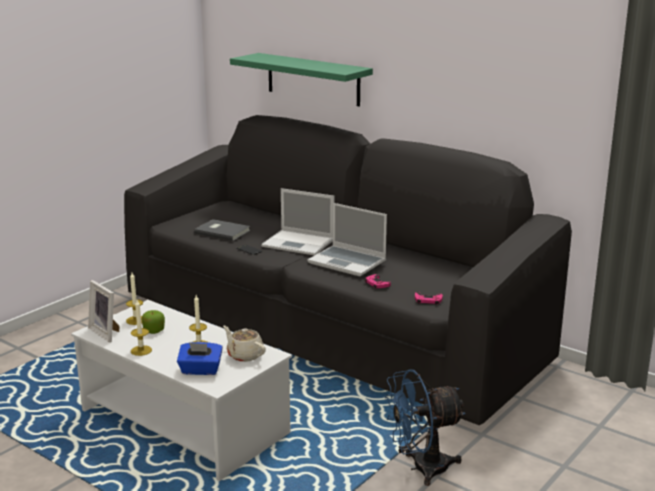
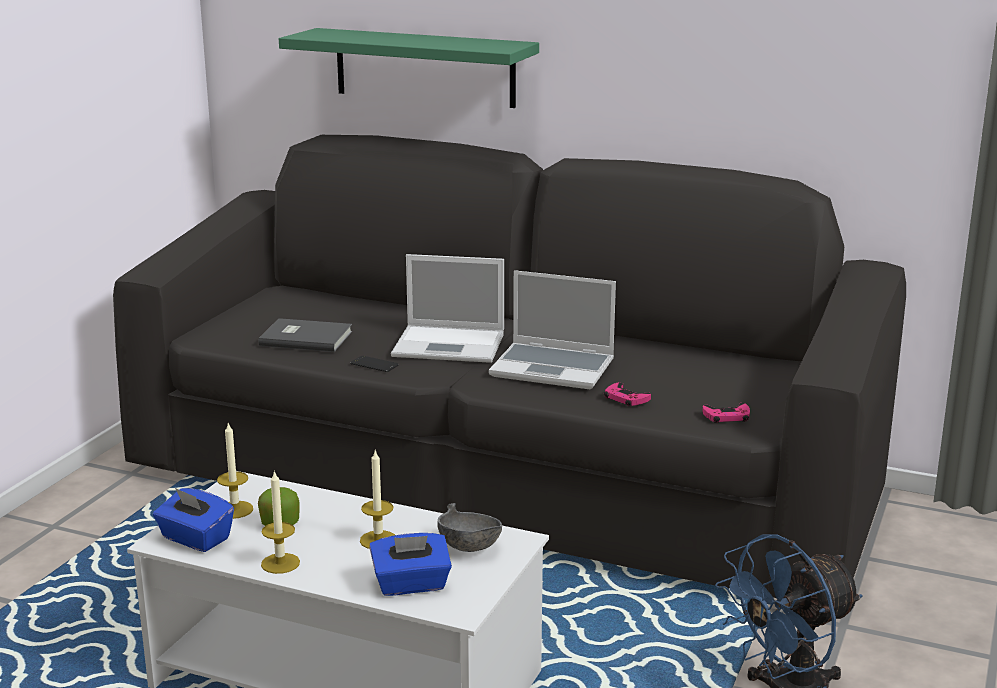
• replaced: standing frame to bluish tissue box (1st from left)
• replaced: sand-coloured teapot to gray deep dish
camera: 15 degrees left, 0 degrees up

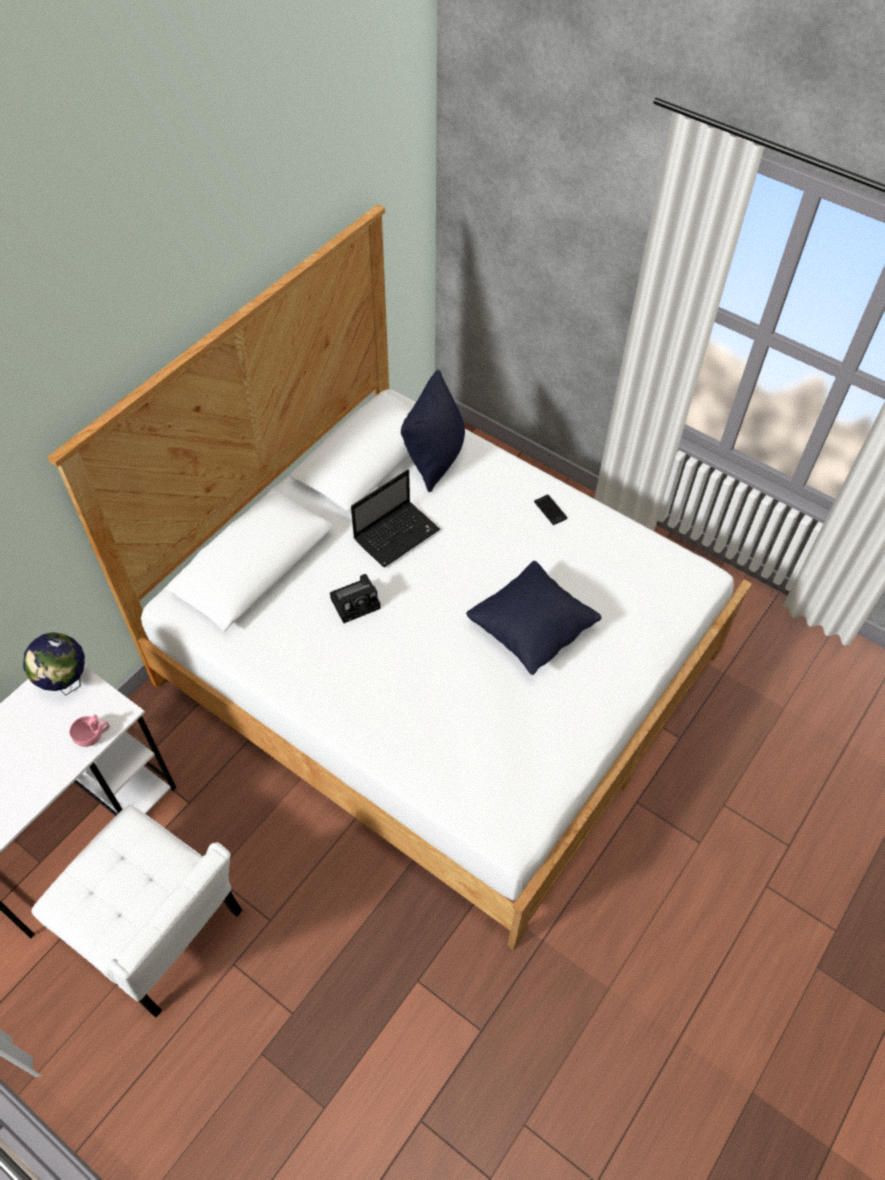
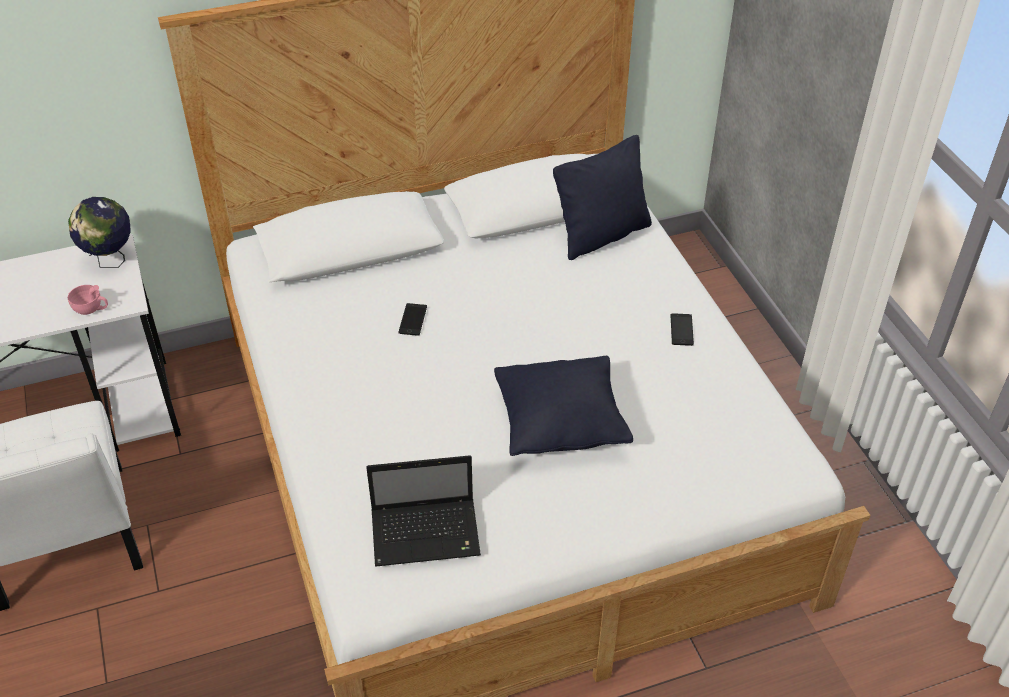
• replaced: still camera to telephone (1st from left)
• moved: notebook computer
camera: 35 degrees right, 10 degrees down

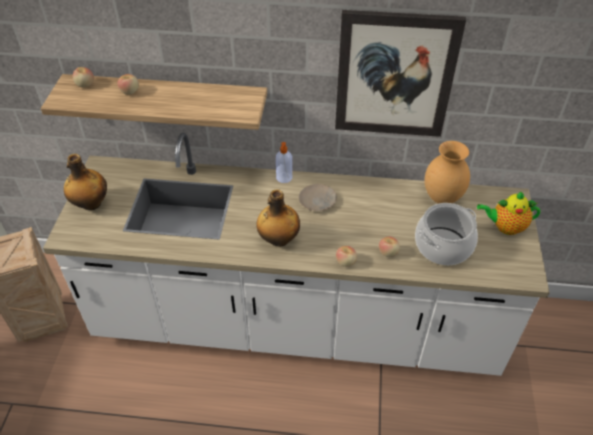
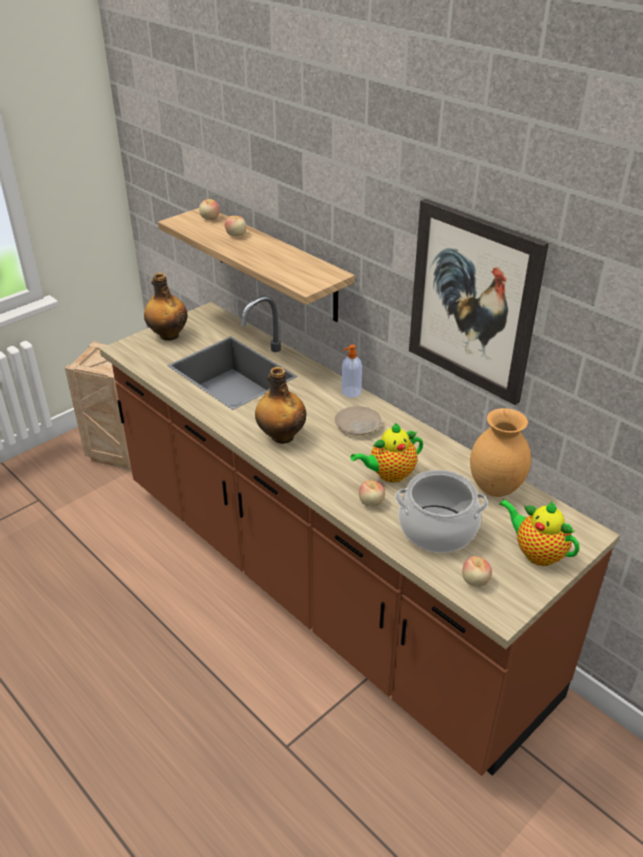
• recoloured: white-coloured kitchen base unit to brownish kitchen base unit
• moved: whole apple (3rd from left in the first image) to whole apple (4th from left)
• added: teapot (1st from left)
camera: 40 degrees right, 10 degrees down

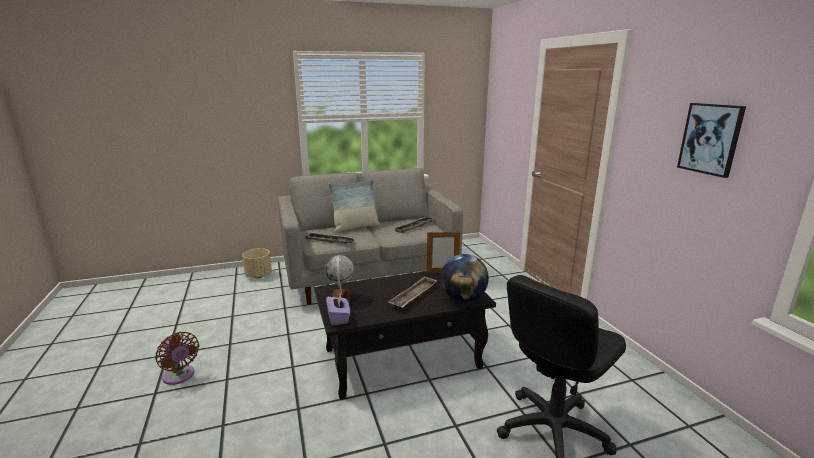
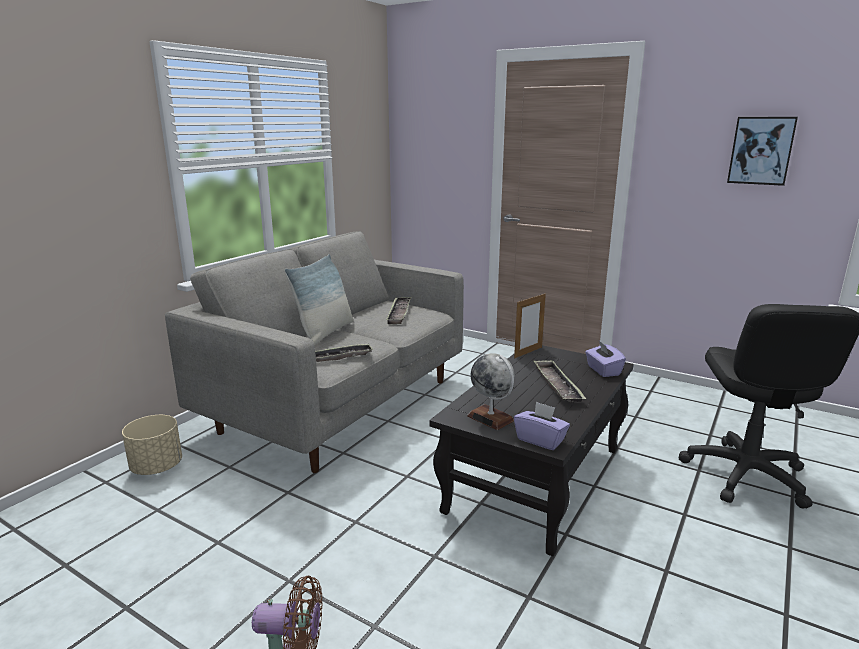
• replaced: globe (2nd from left) to purple tissue box (2nd from left)
camera: 40 degrees left, 0 degrees up

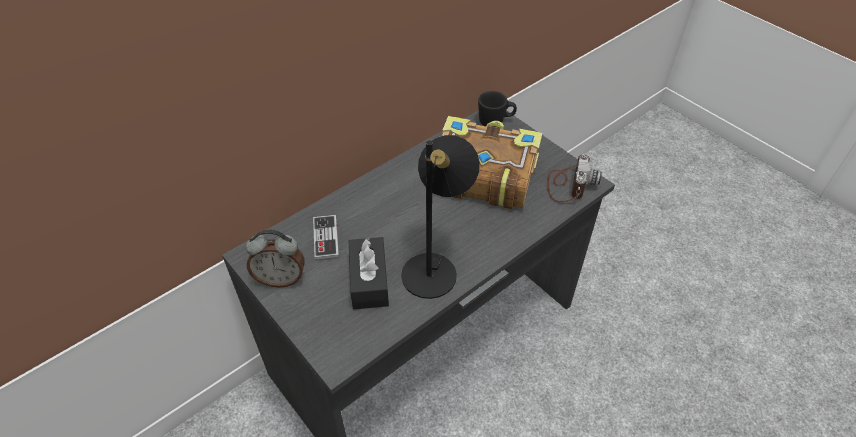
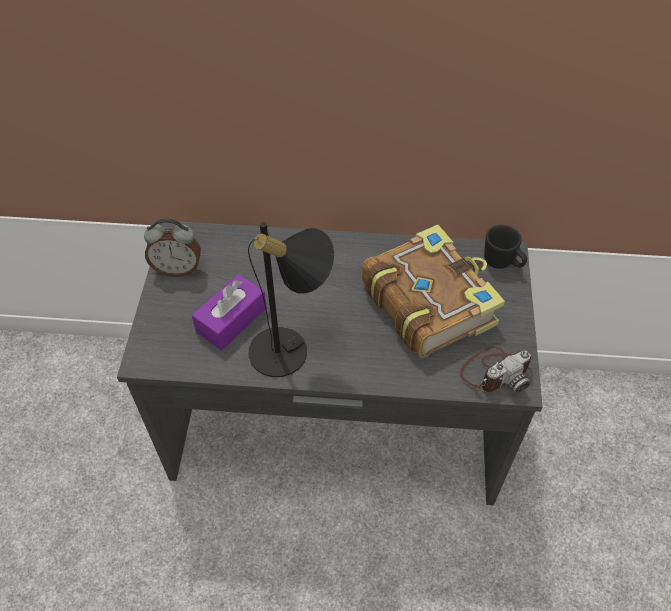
• turned: alarm clock 45 degrees counterclockwise
• removed: joypad
• recoloured: black tissue box to purple tissue box
camera: 45 degrees right, 5 degrees up

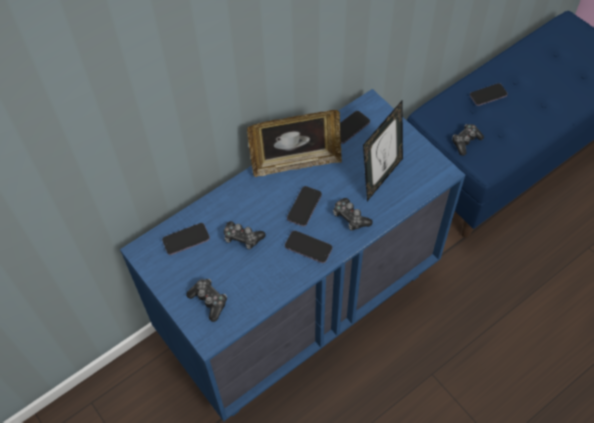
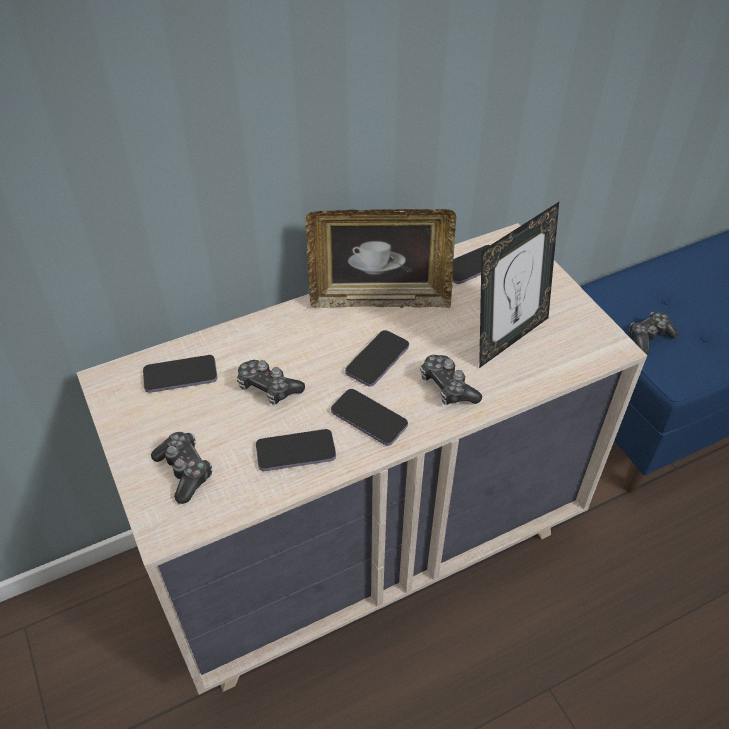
• recoloured: bluish drawer chest to sand-coloured drawer chest
• moved: telephone (5th from left in the first image) to telephone (2nd from left)
camera: 10 degrees right, 10 degrees down

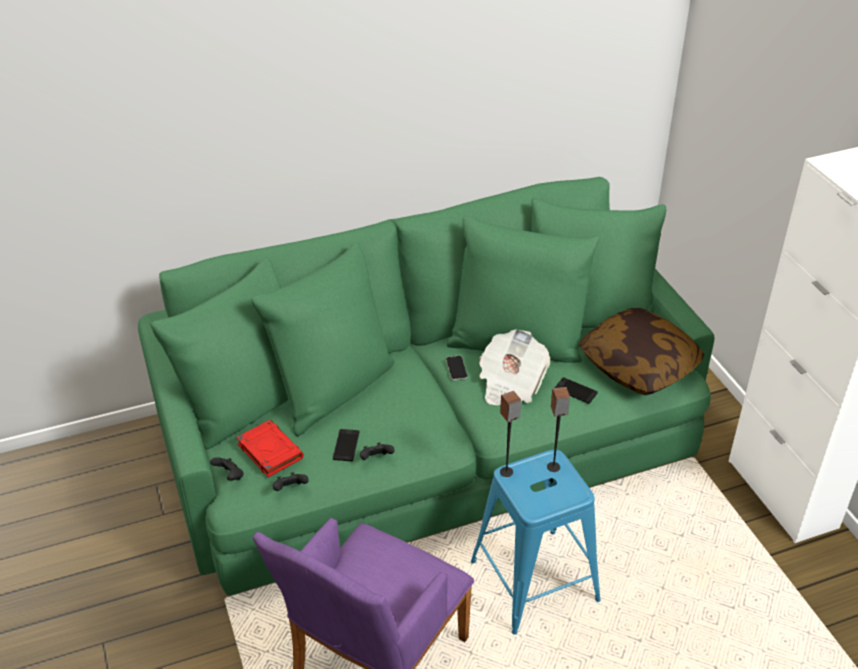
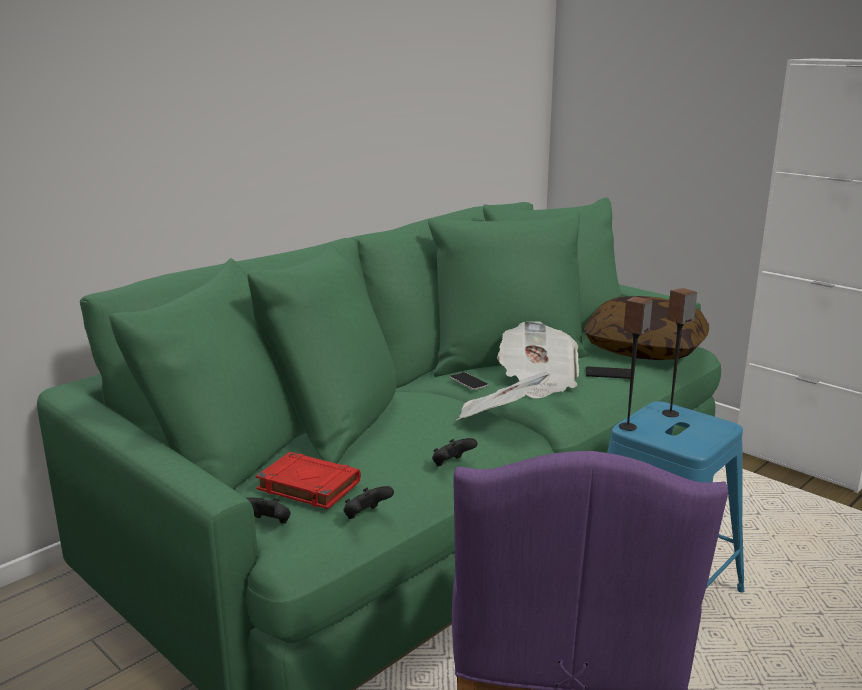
• removed: telephone (1st from left)
• added: printed paper (1st from left)
camera: 25 degrees left, 20 degrees down

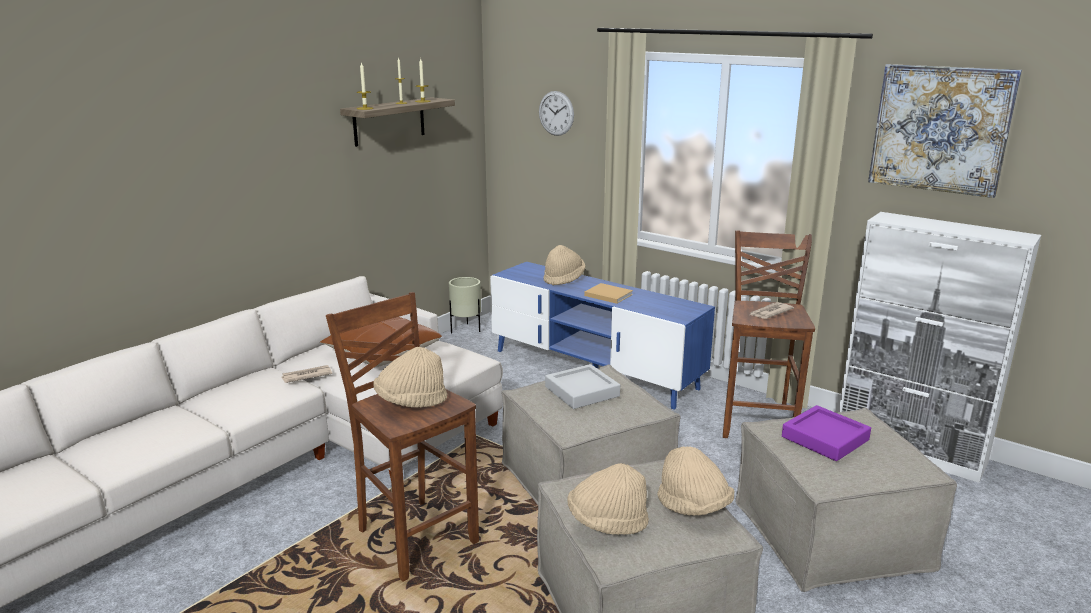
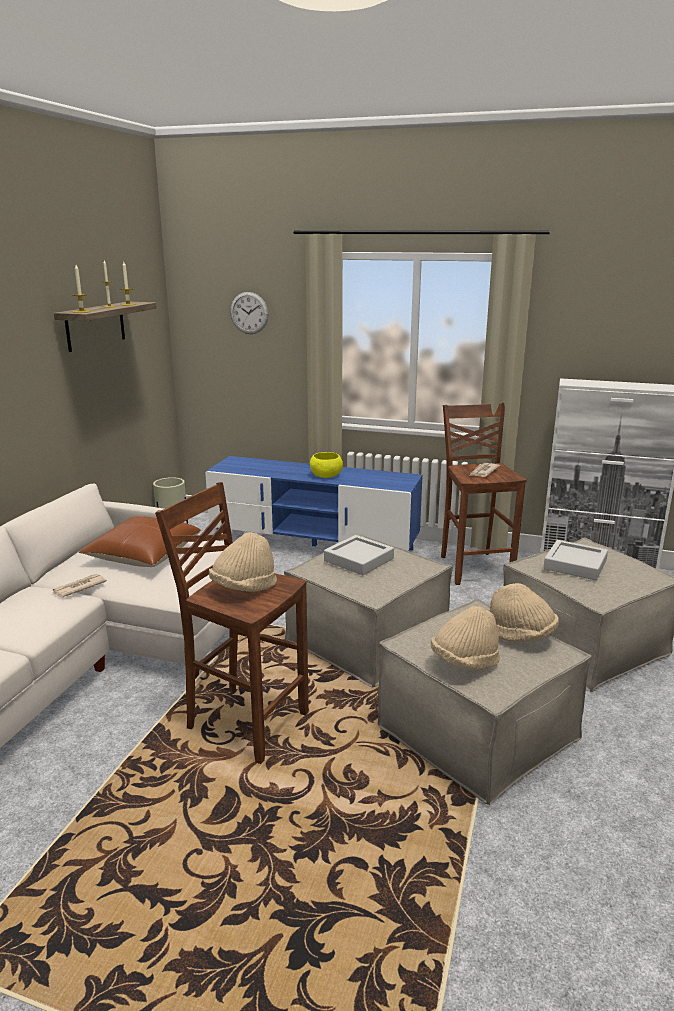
• removed: sand-coloured hat (2nd from left)
• replaced: sand-coloured book to yellowish deep dish
• recoloured: purple tray to gray tray (2nd from left)
• removed: wall art
camera: 20 degrees left, 0 degrees up

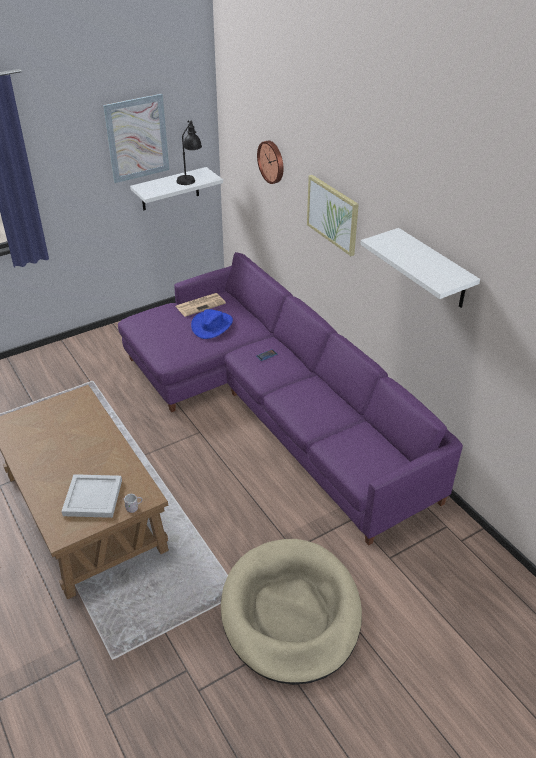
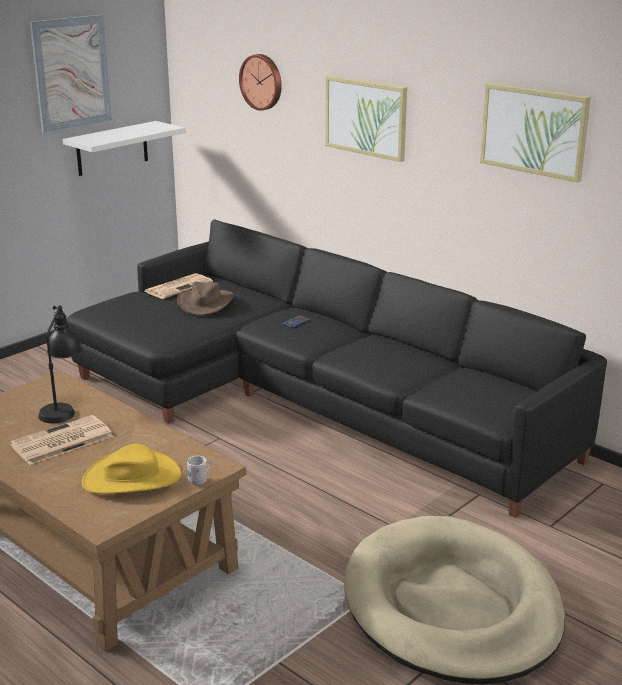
• replaced: white-coloured tray to yellowish hat
• recoloured: purple settee to black settee
• moved: black lamp for a table
• recoloured: bluish hat to brownish hat
• replaced: white-coloured wall shelf (2nd from left) to wall art (3rd from left)
• added: printed paper (1st from left)
camera: 15 degrees left, 15 degrees down

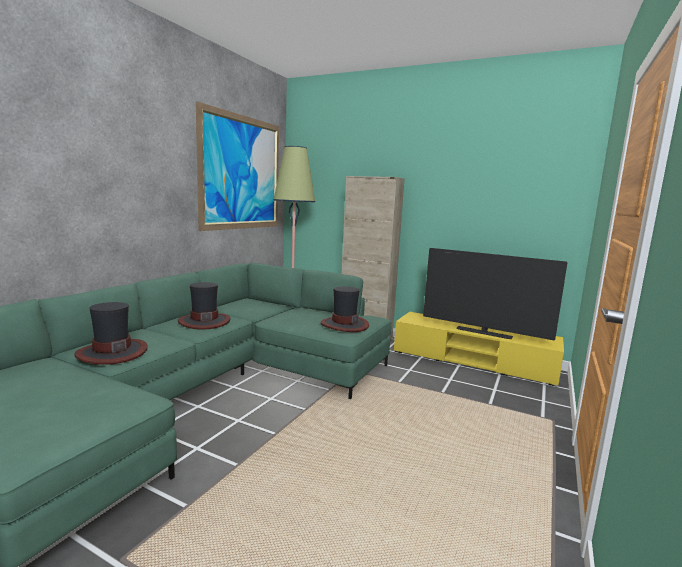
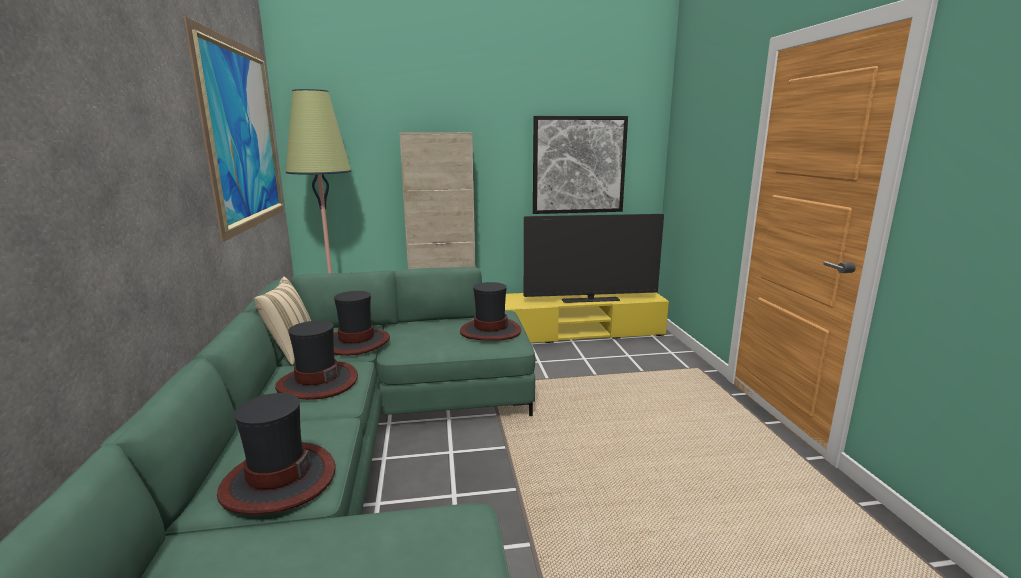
• added: sand-coloured pillow
• added: hat (3rd from left)
• added: wall art (2nd from left)
camera: 35 degrees left, 5 degrees up

